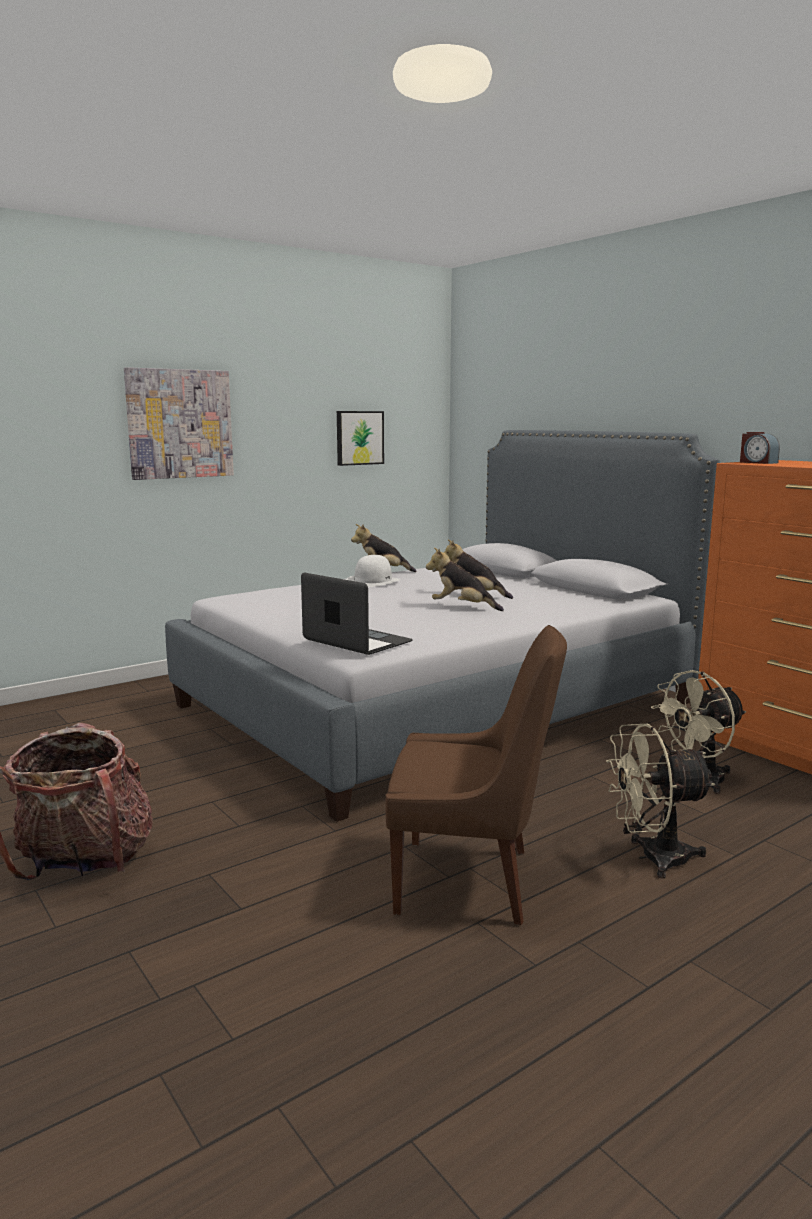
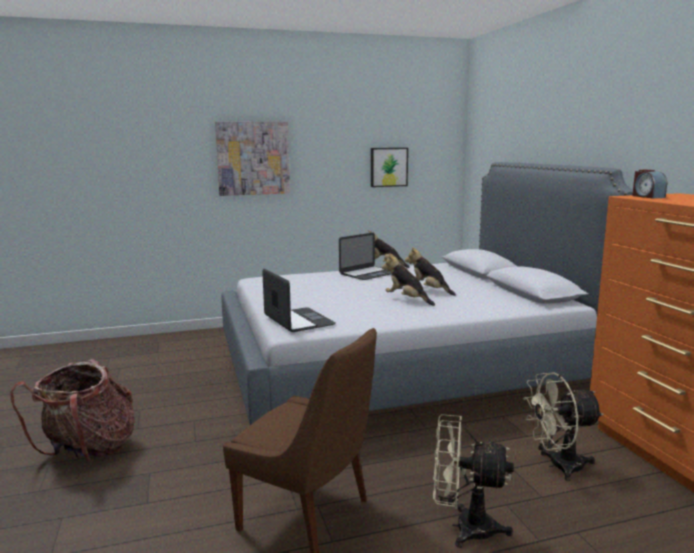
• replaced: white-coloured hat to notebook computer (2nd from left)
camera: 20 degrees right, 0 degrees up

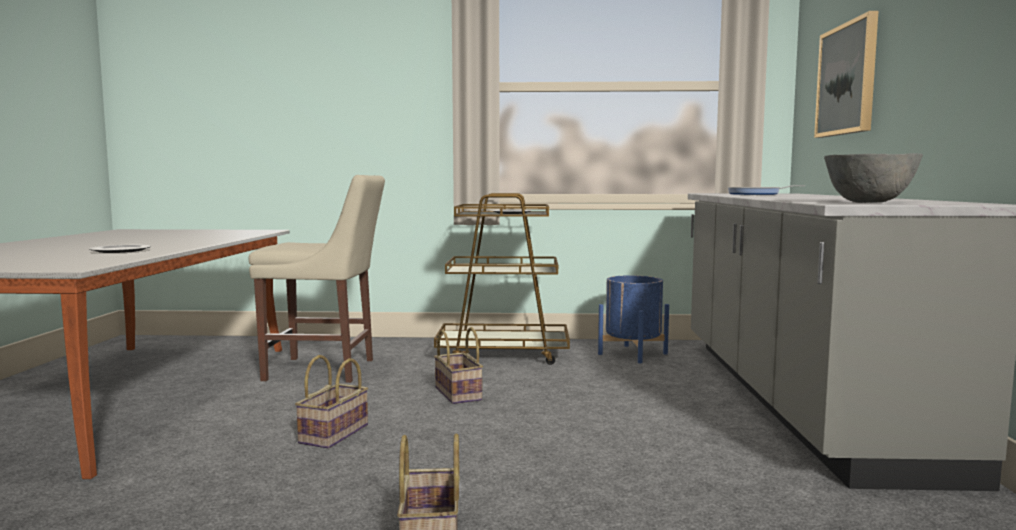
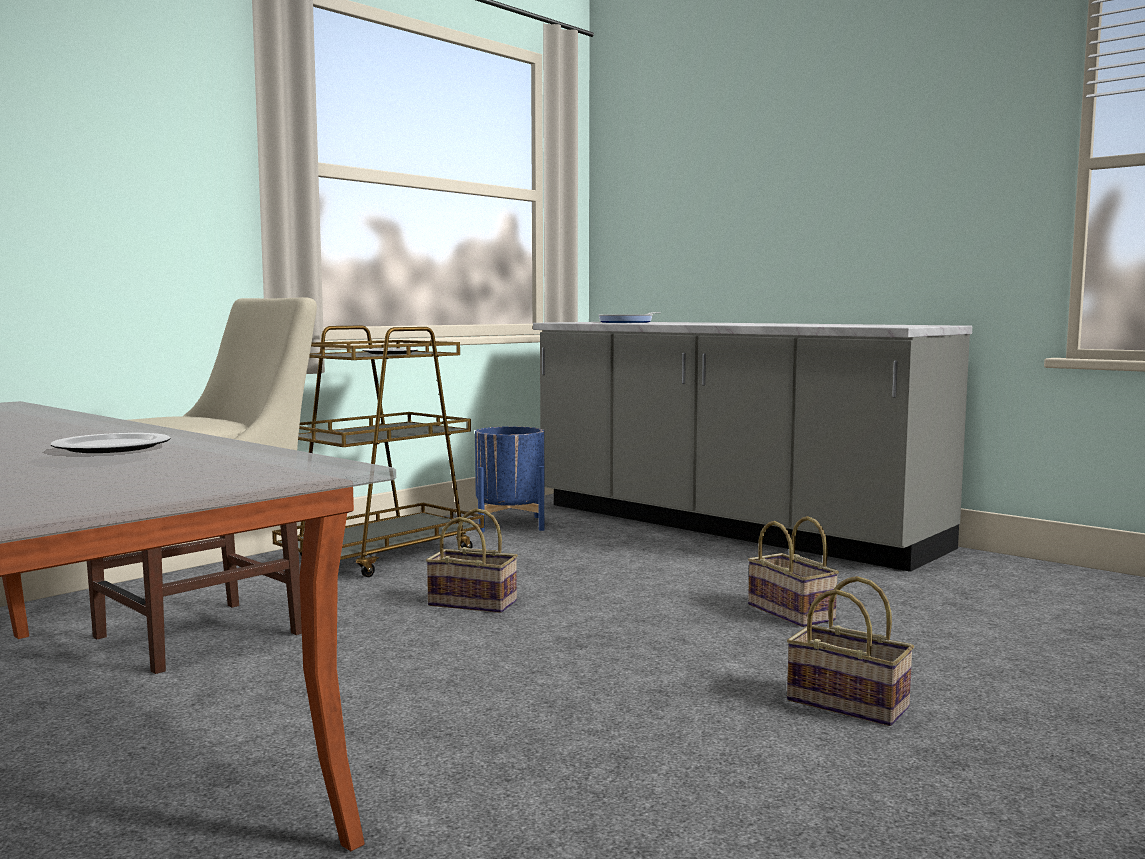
• moved: household basket (1st from left in the first image) to household basket (2nd from left)
• removed: wall art
• removed: gray deep dish
camera: 50 degrees left, 0 degrees up

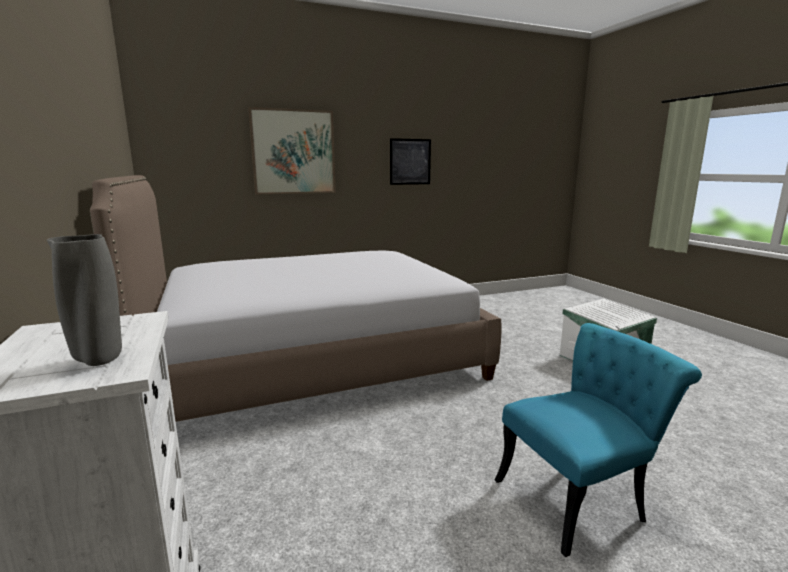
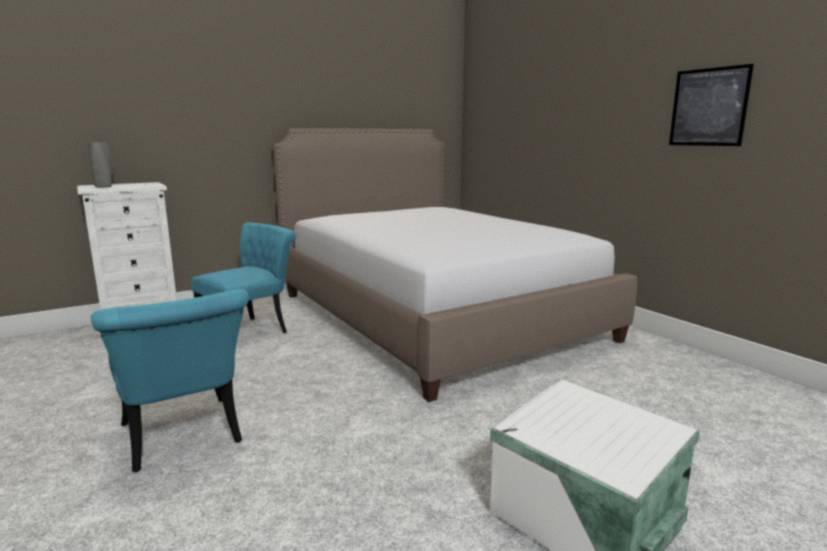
• removed: wall art (1st from left)
• added: turquoise chair (2nd from left)
camera: 80 degrees right, 0 degrees up

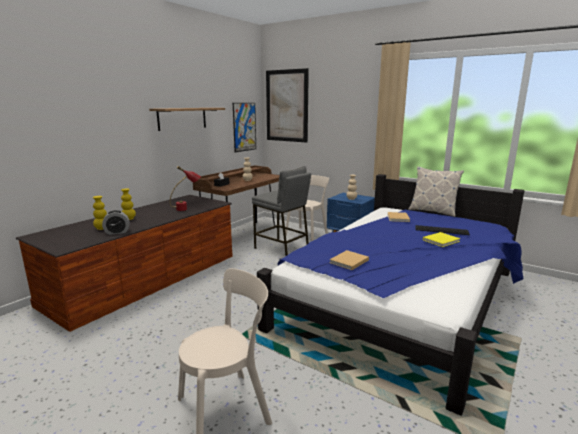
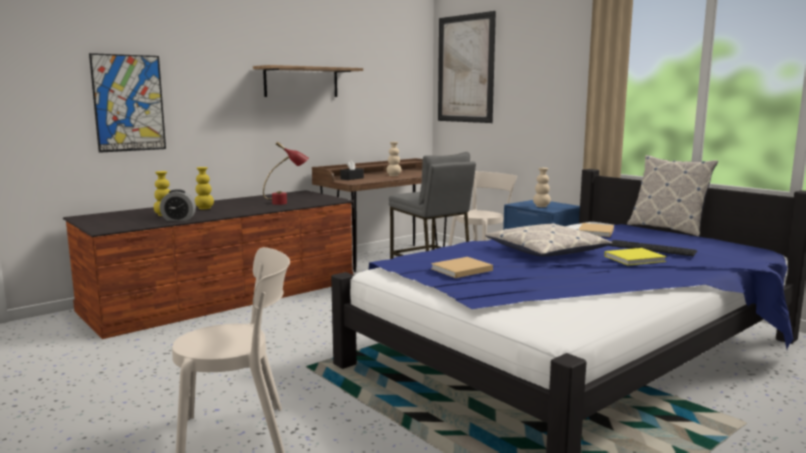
• moved: wall art (1st from left)
• added: pillow (1st from left)
camera: 15 degrees right, 5 degrees down

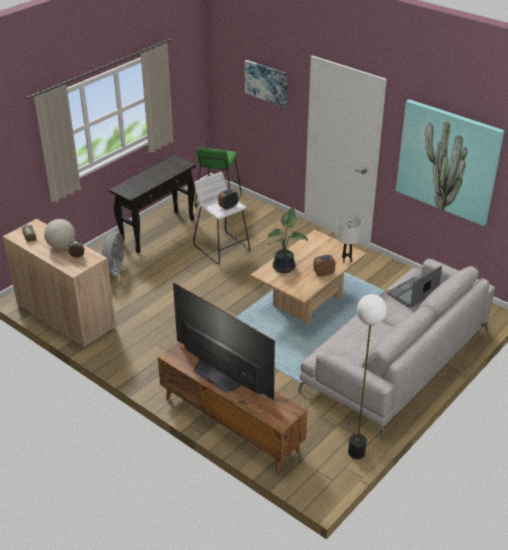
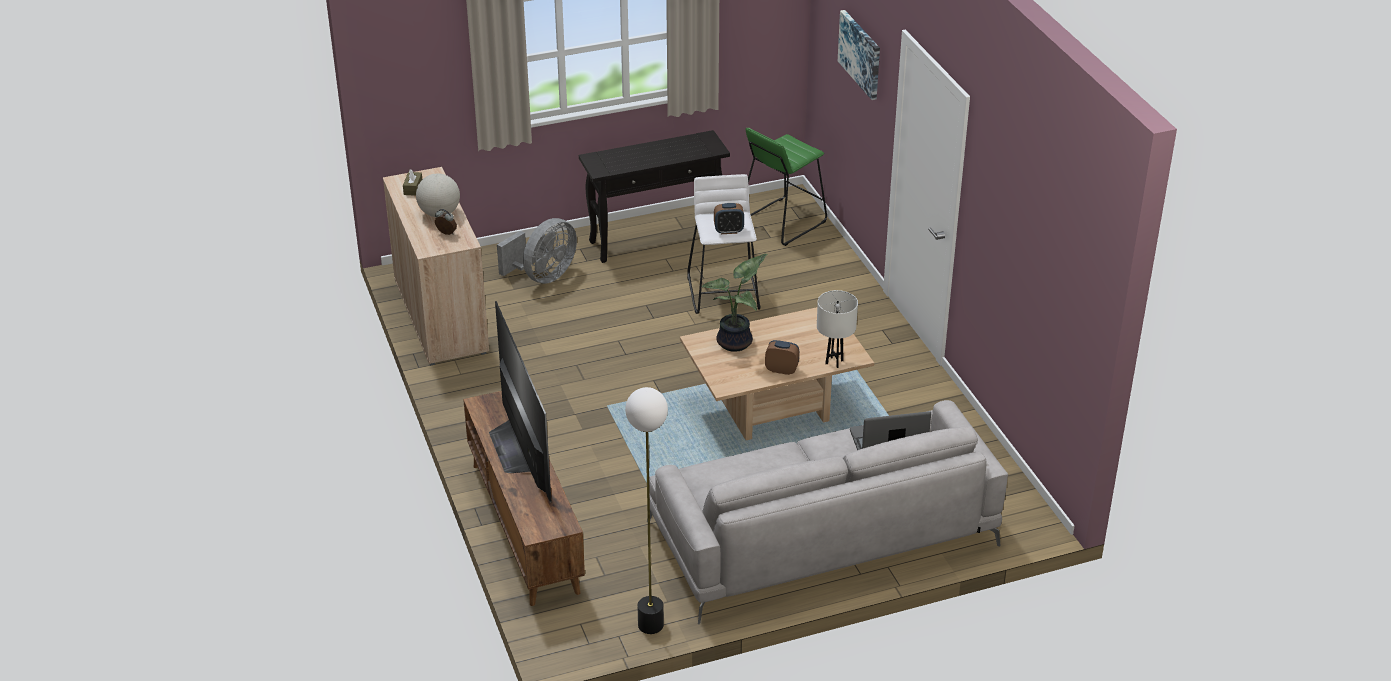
• removed: wall art (2nd from left)
camera: 30 degrees right, 0 degrees up

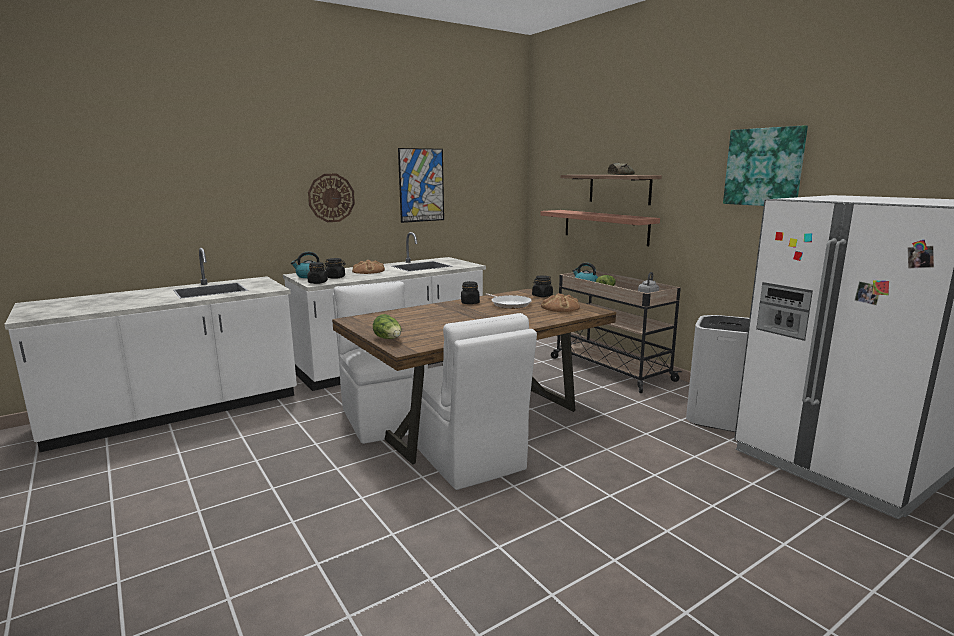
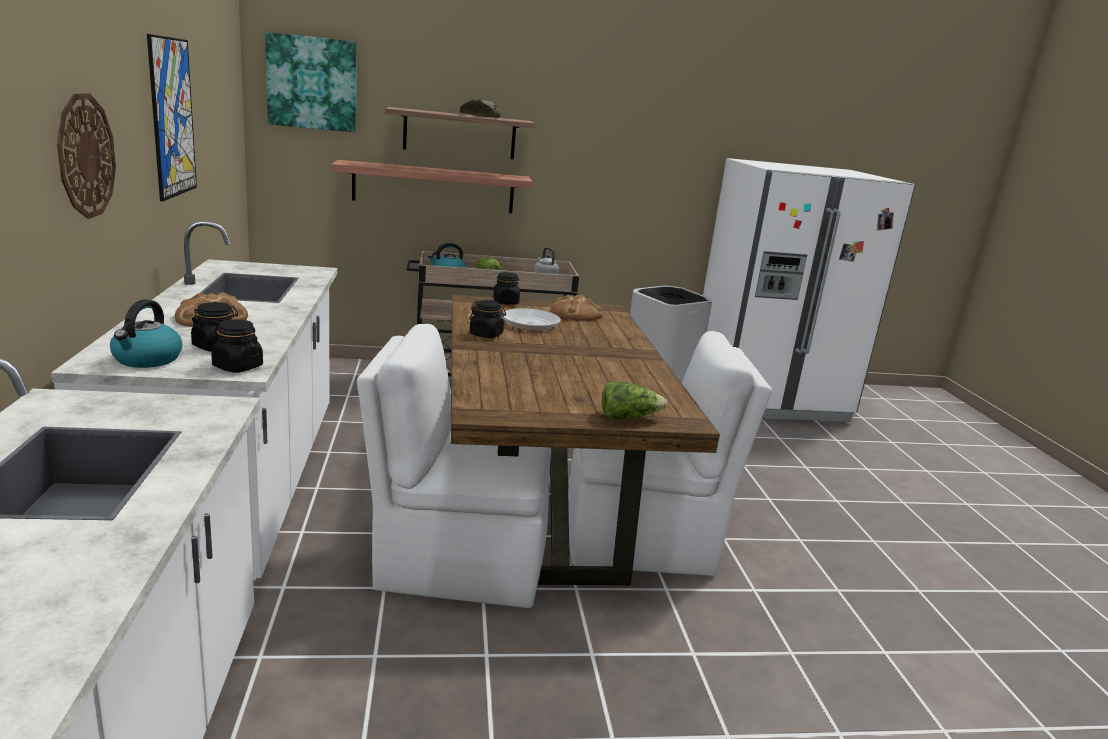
• moved: wall art (2nd from left)
camera: 65 degrees left, 5 degrees up

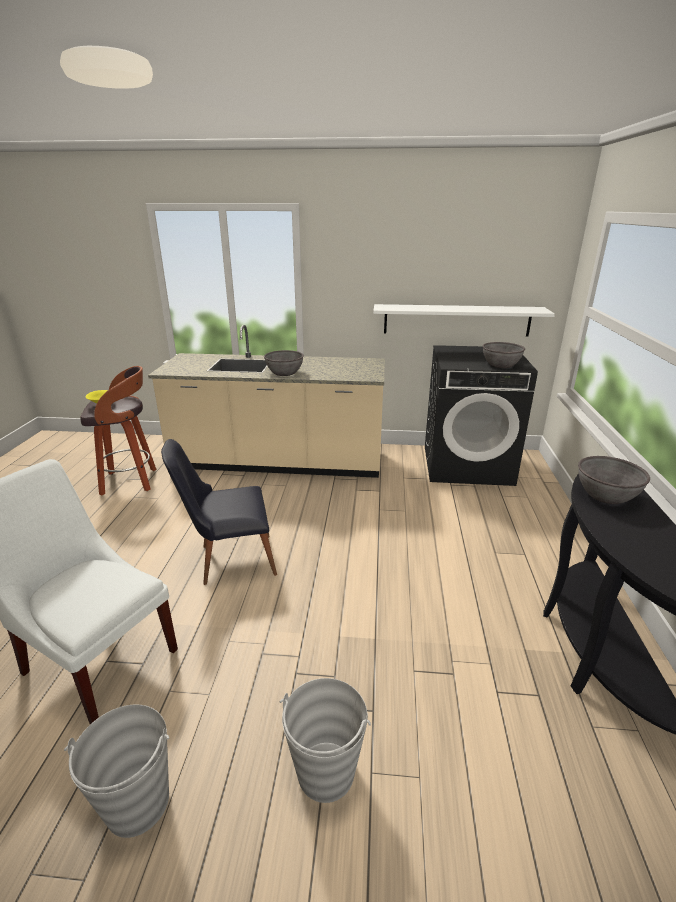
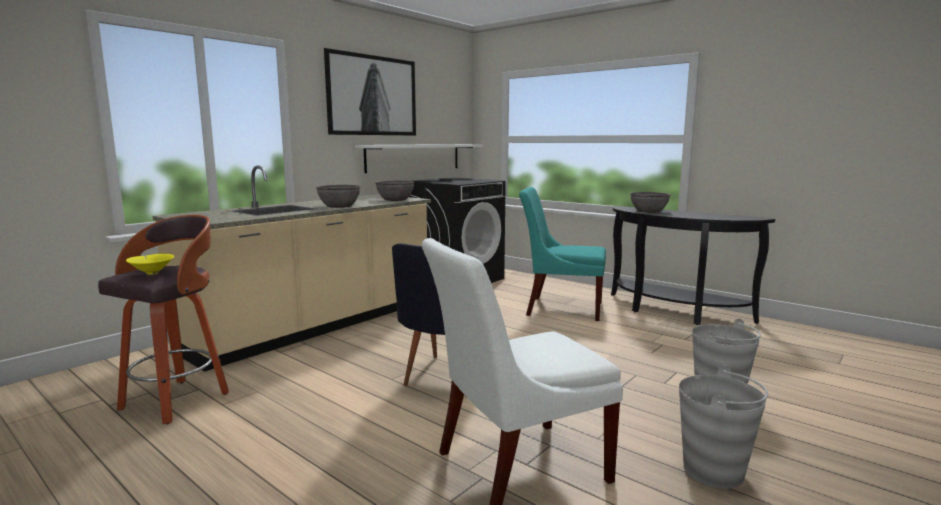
• moved: gray deep dish (2nd from left)
• added: wall art
• added: turquoise chair
camera: 55 degrees left, 15 degrees down

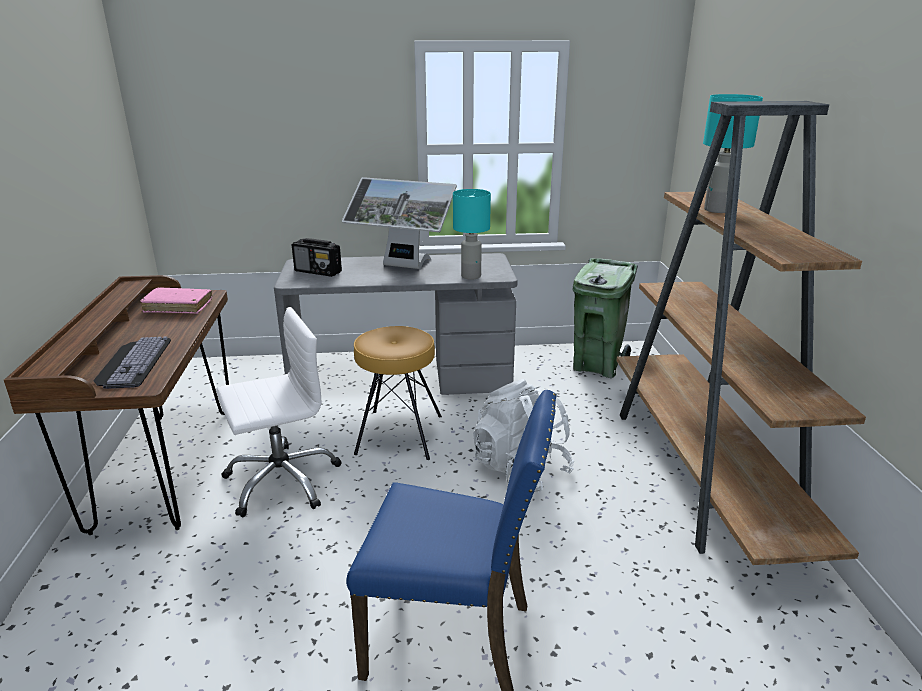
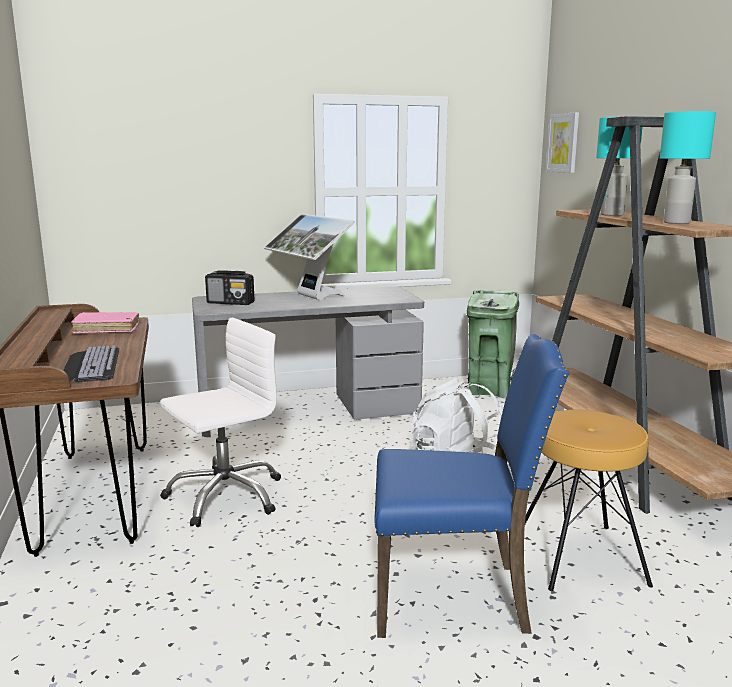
• turned: monitor 45 degrees clockwise
• moved: brownish stool
• moved: turquoise lamp for a table (1st from left in the first image) to turquoise lamp for a table (2nd from left)
• added: wall art
camera: 10 degrees left, 10 degrees down

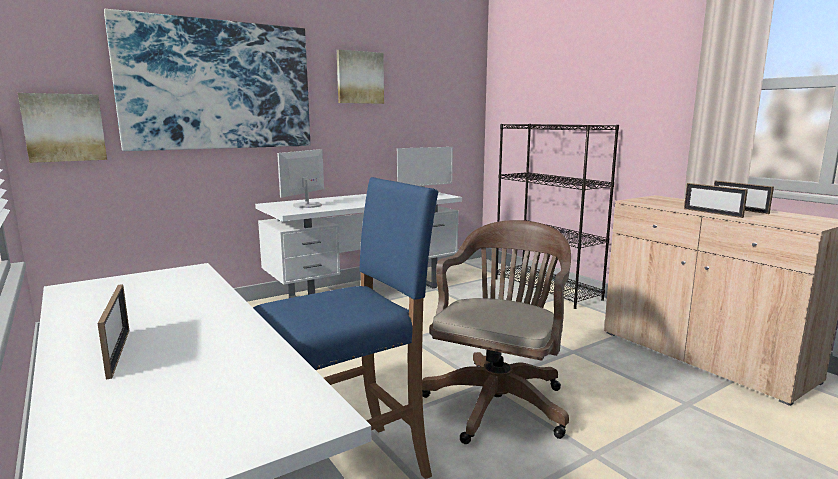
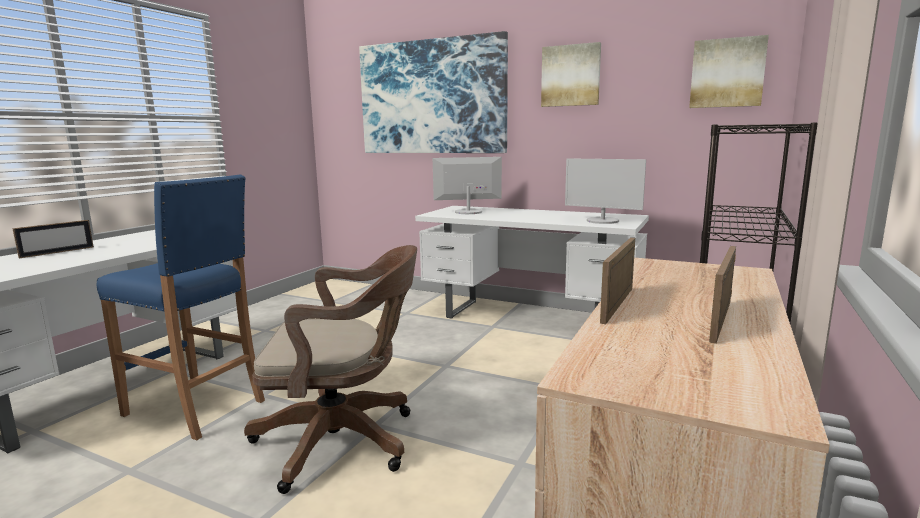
• moved: wall art (1st from left in the first image) to wall art (3rd from left)
camera: 60 degrees right, 0 degrees up

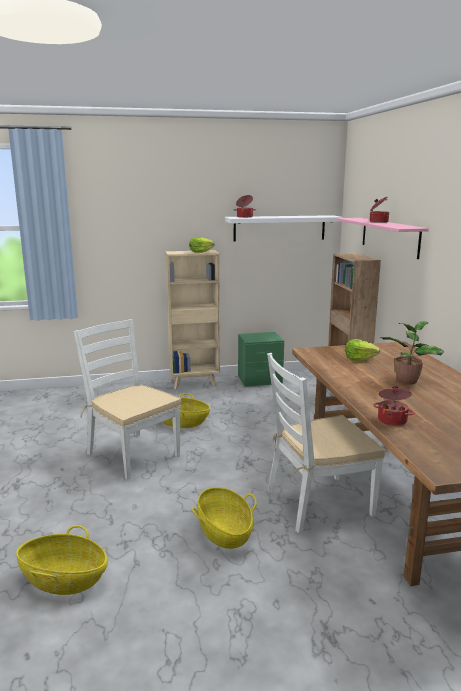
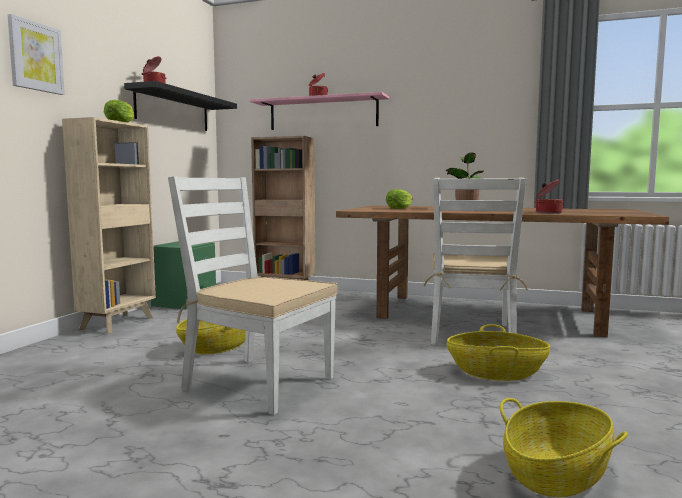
• turned: white-coloured chair (1st from left) 45 degrees clockwise
• recoloured: white-coloured wall shelf to black wall shelf
• added: wall art
camera: 60 degrees left, 10 degrees down

